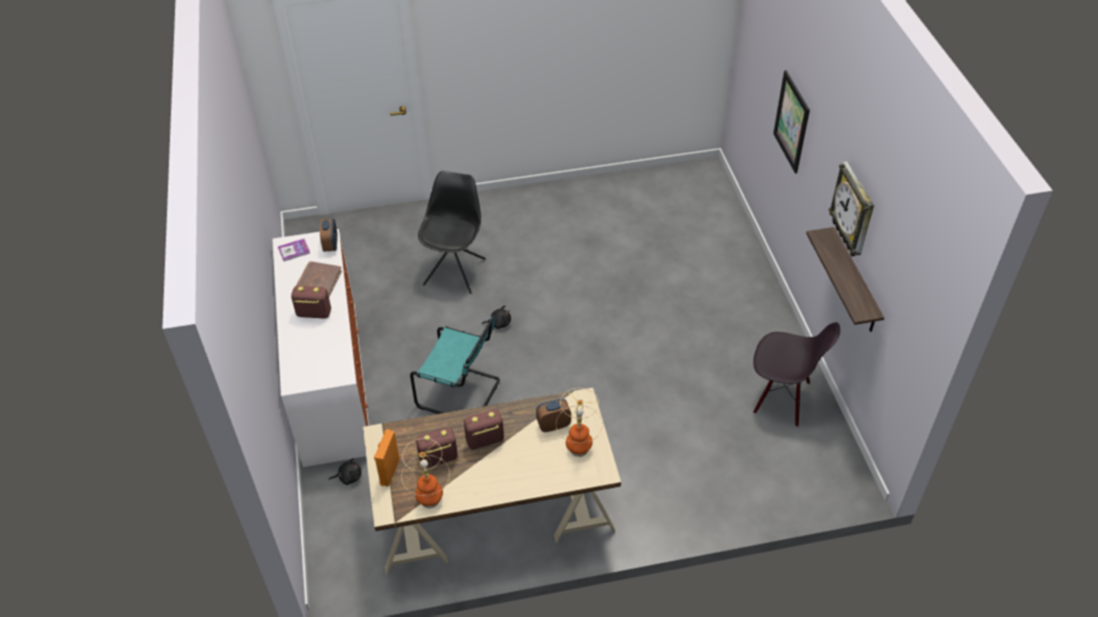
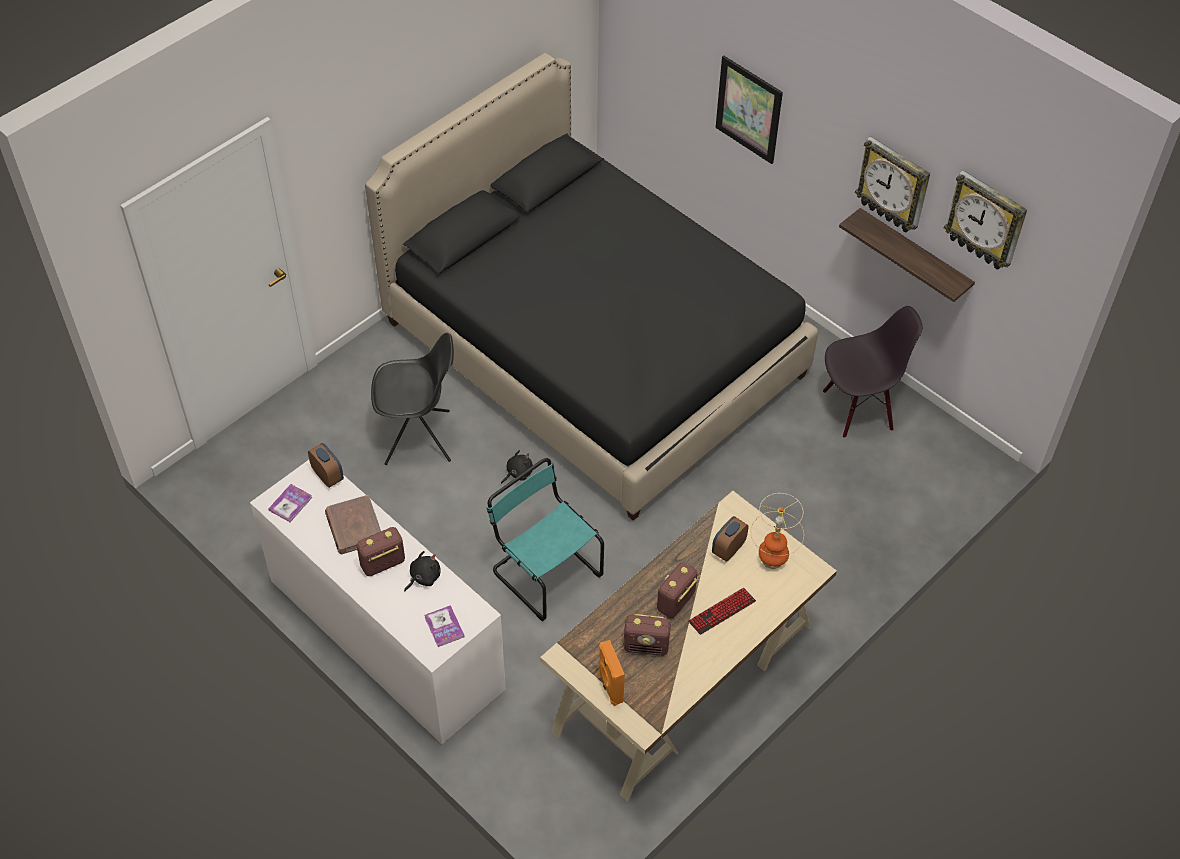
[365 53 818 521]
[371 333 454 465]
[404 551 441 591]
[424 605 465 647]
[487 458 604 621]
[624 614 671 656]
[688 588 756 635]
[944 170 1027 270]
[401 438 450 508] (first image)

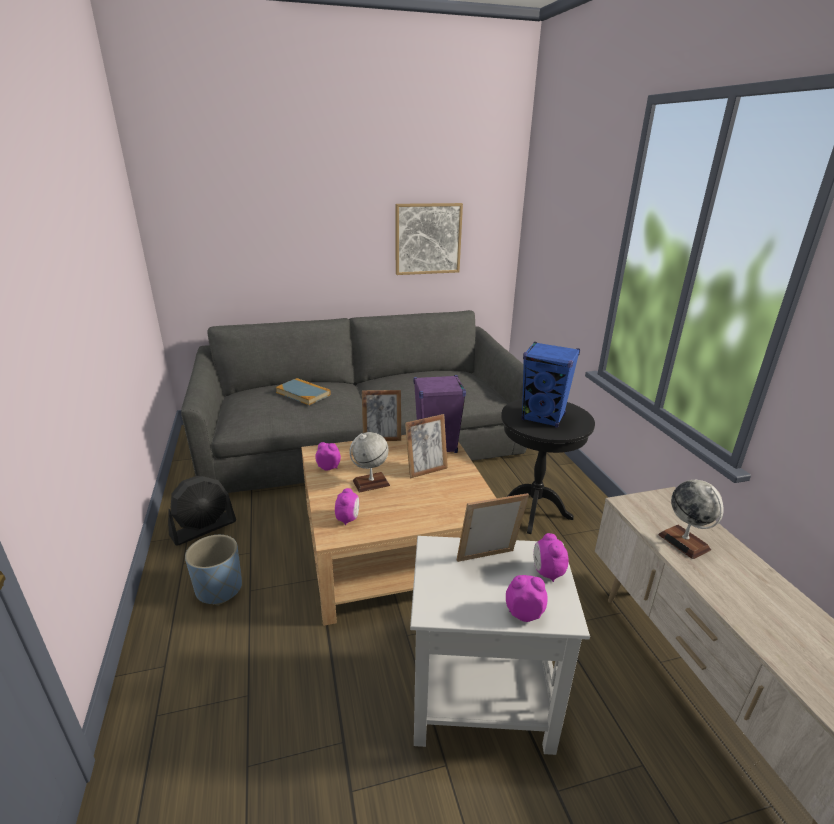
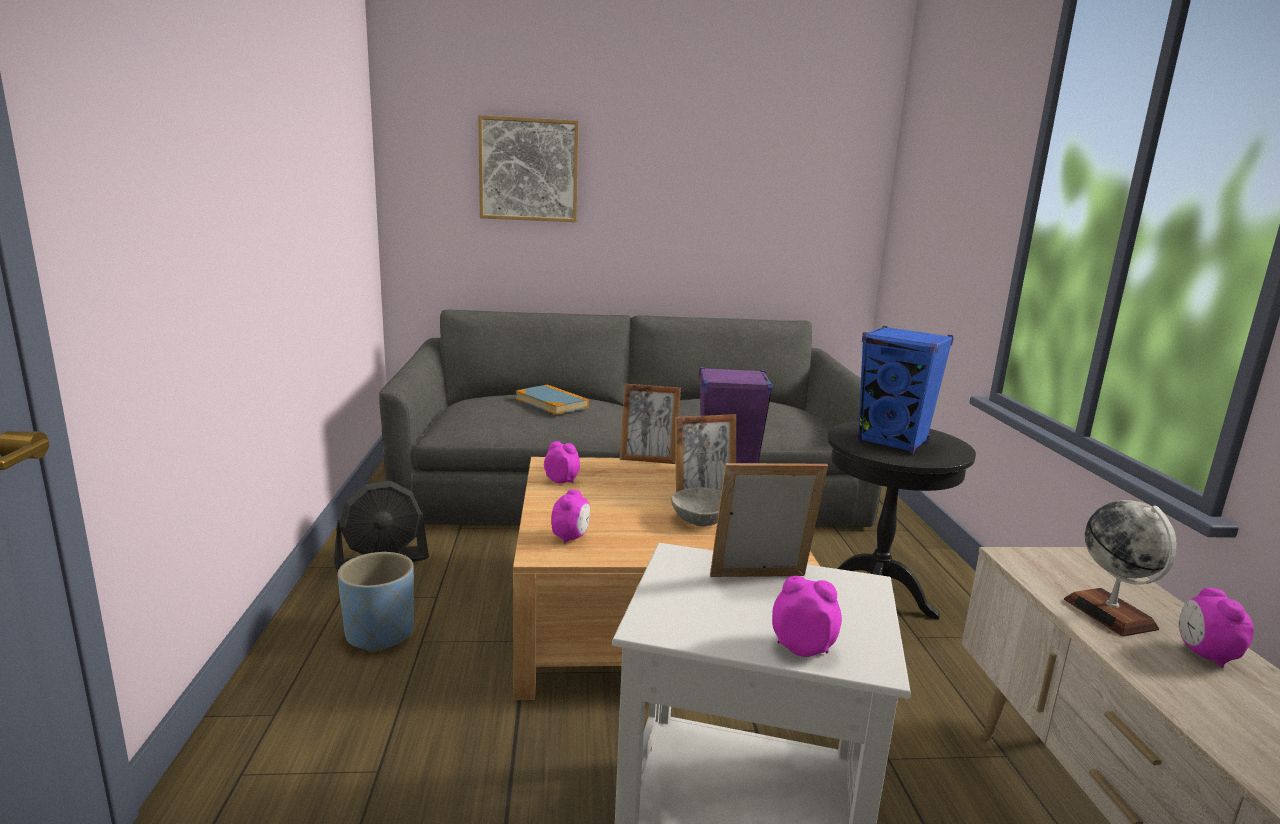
[478 115 579 222]
[671 487 721 527]
[1179 588 1254 668]
[349 432 390 493] (first image)

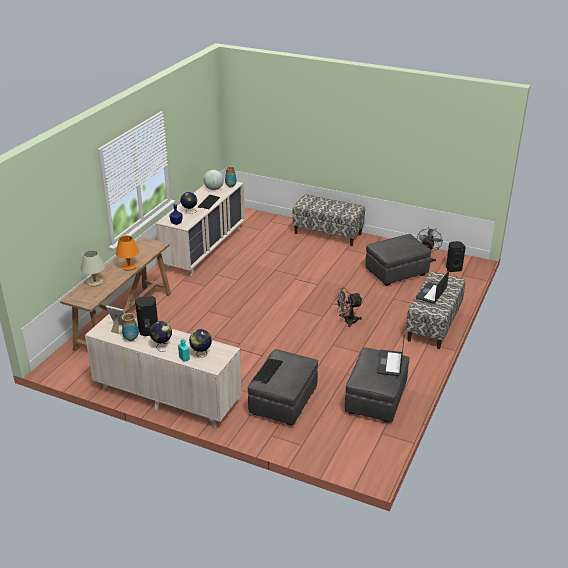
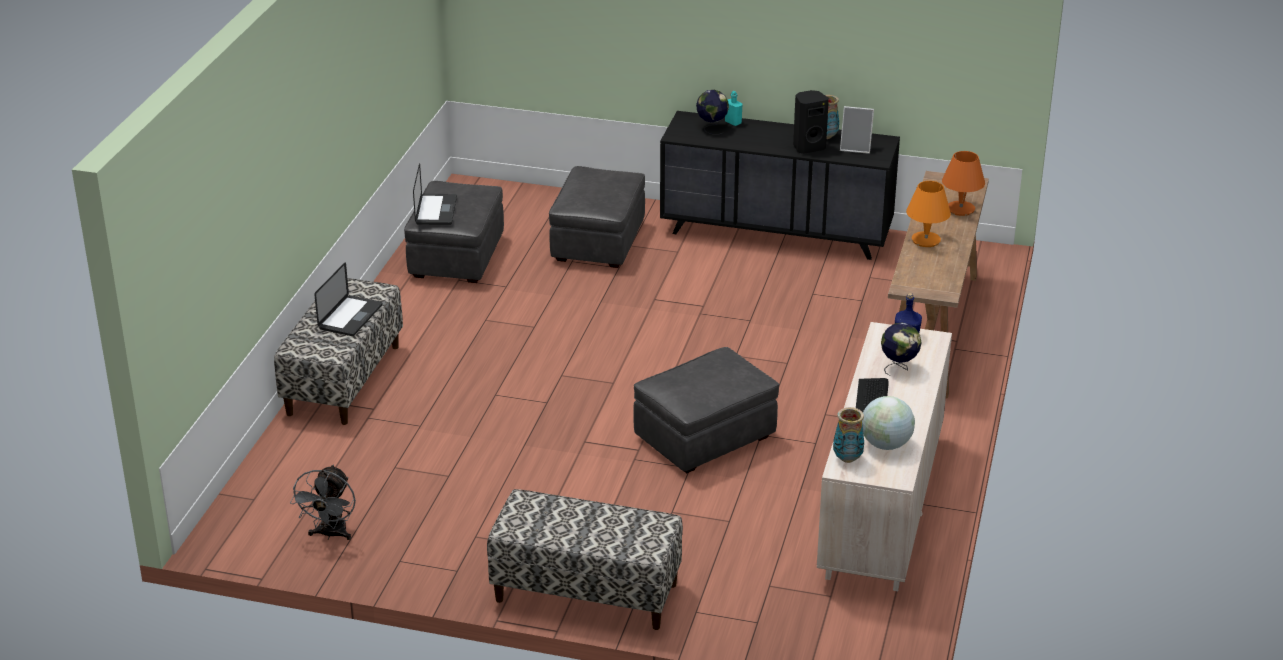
[633 347 779 474]
[660 111 900 260]
[942 151 985 216]
[150 321 172 352] (first image)
[253 359 283 384] (first image)
[334 288 363 327] (first image)
[446 241 466 272] (first image)

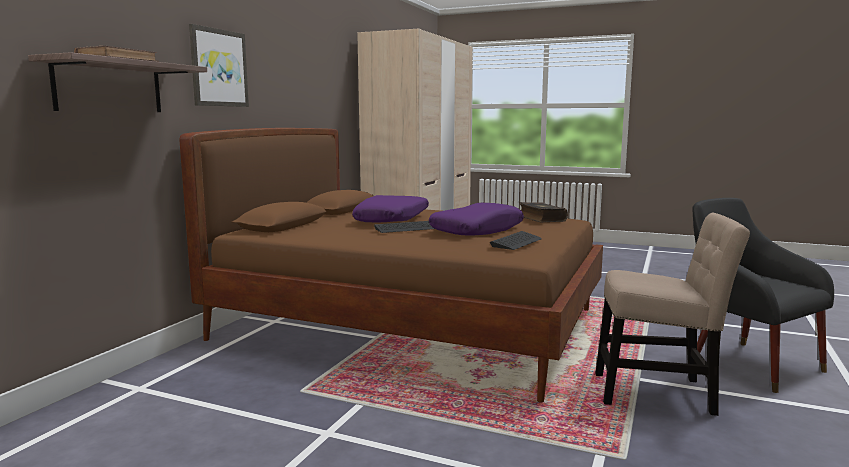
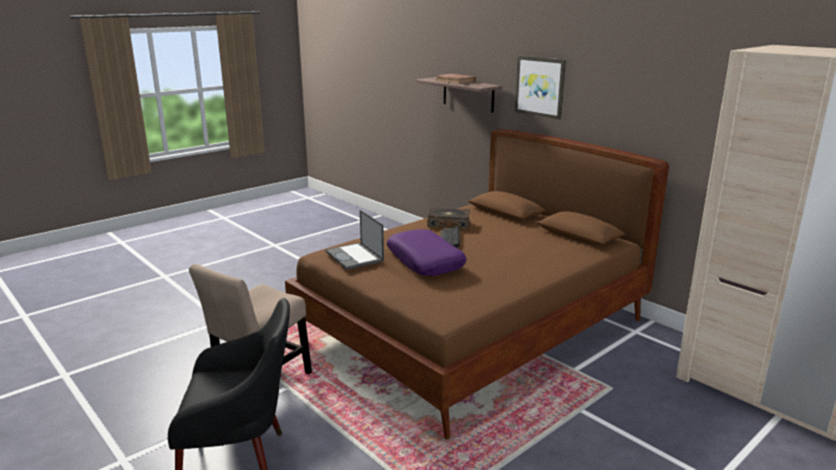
[325 210 384 270]
[428 208 470 229]
[352 195 429 222] (first image)

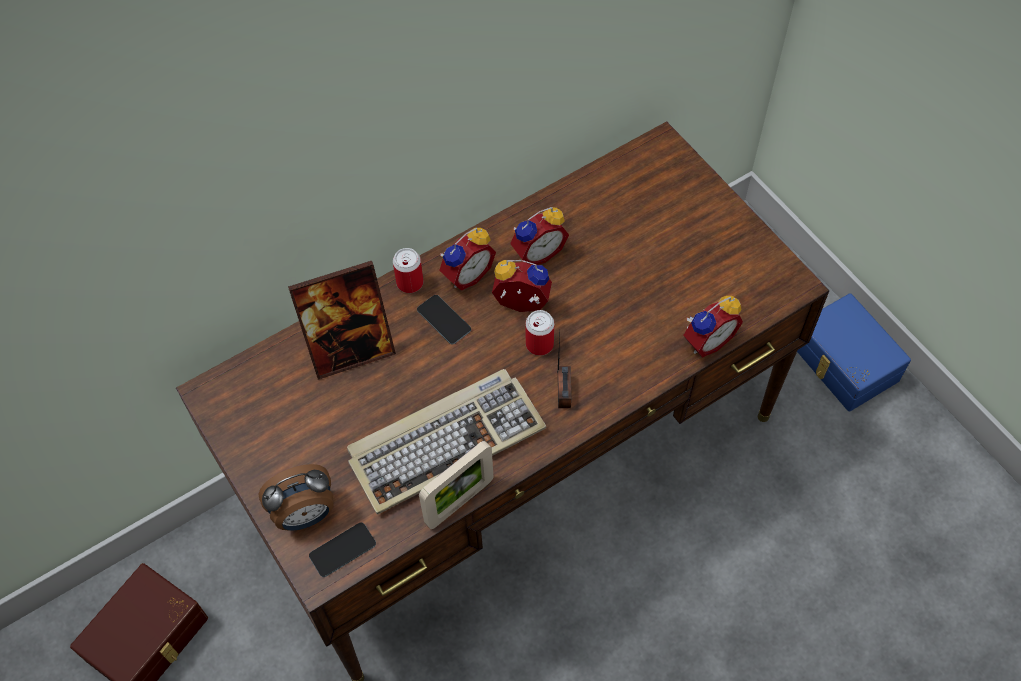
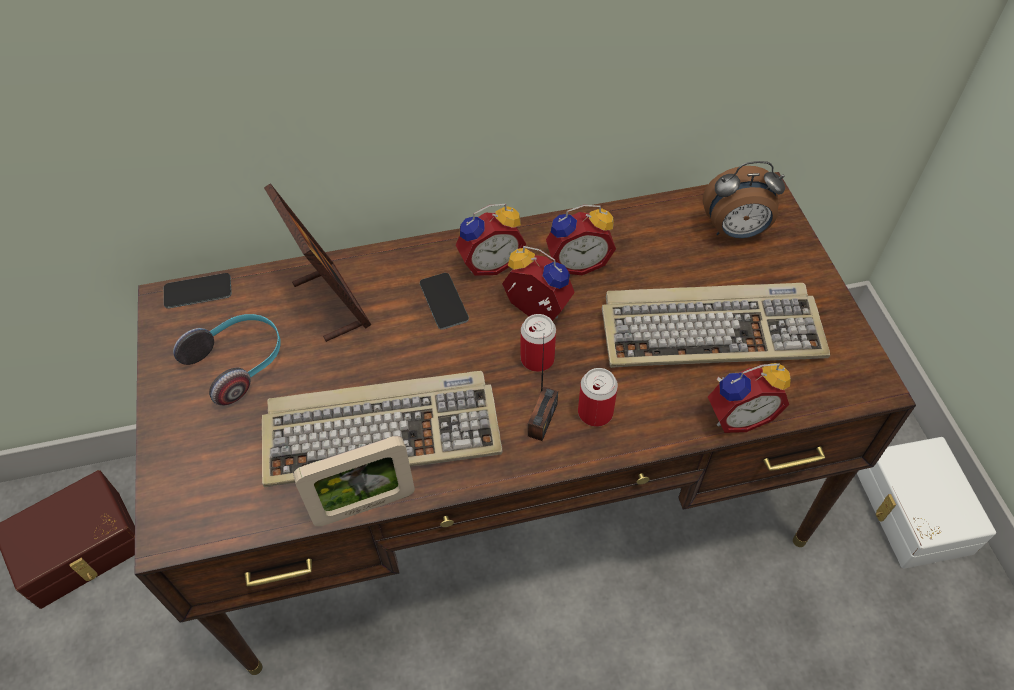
[164 273 232 309]
[173 314 281 406]
[264 183 371 342]
[578 368 618 427]
[602 283 830 368]
[703 161 785 239]
[857 437 996 569]

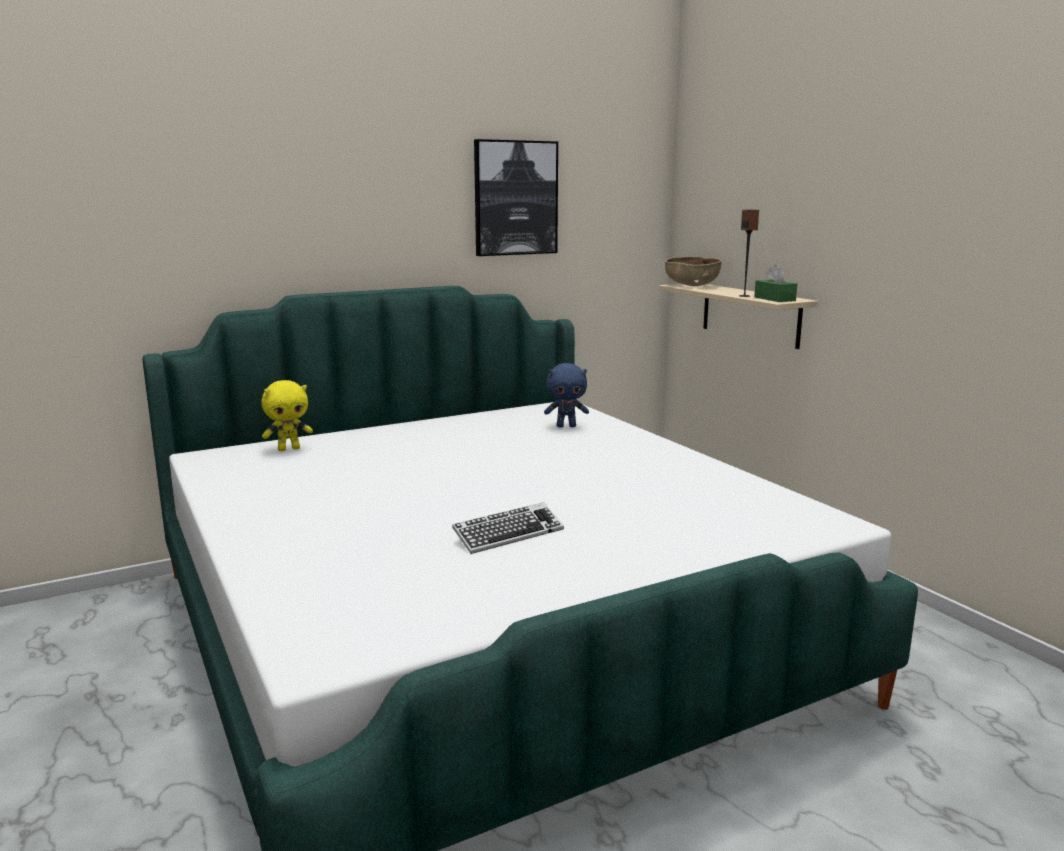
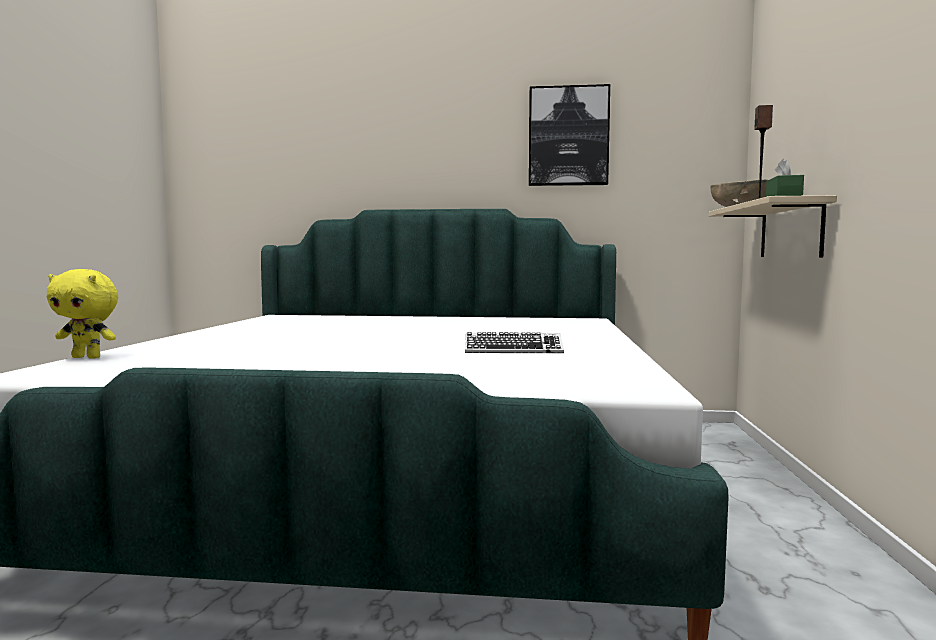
[47 269 118 359]
[465 332 564 353]
[544 363 589 427] (first image)

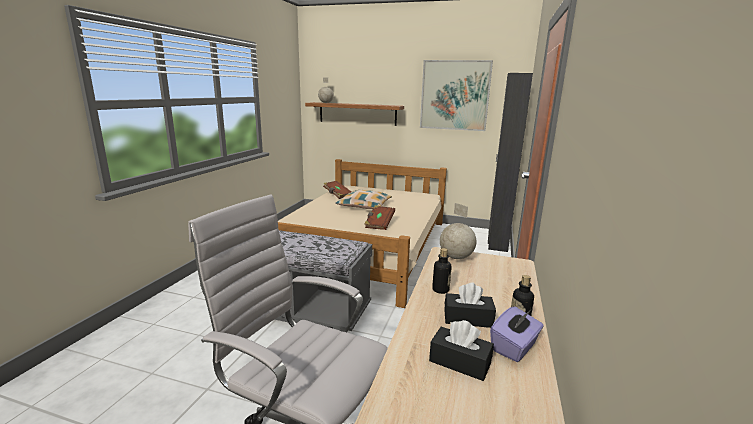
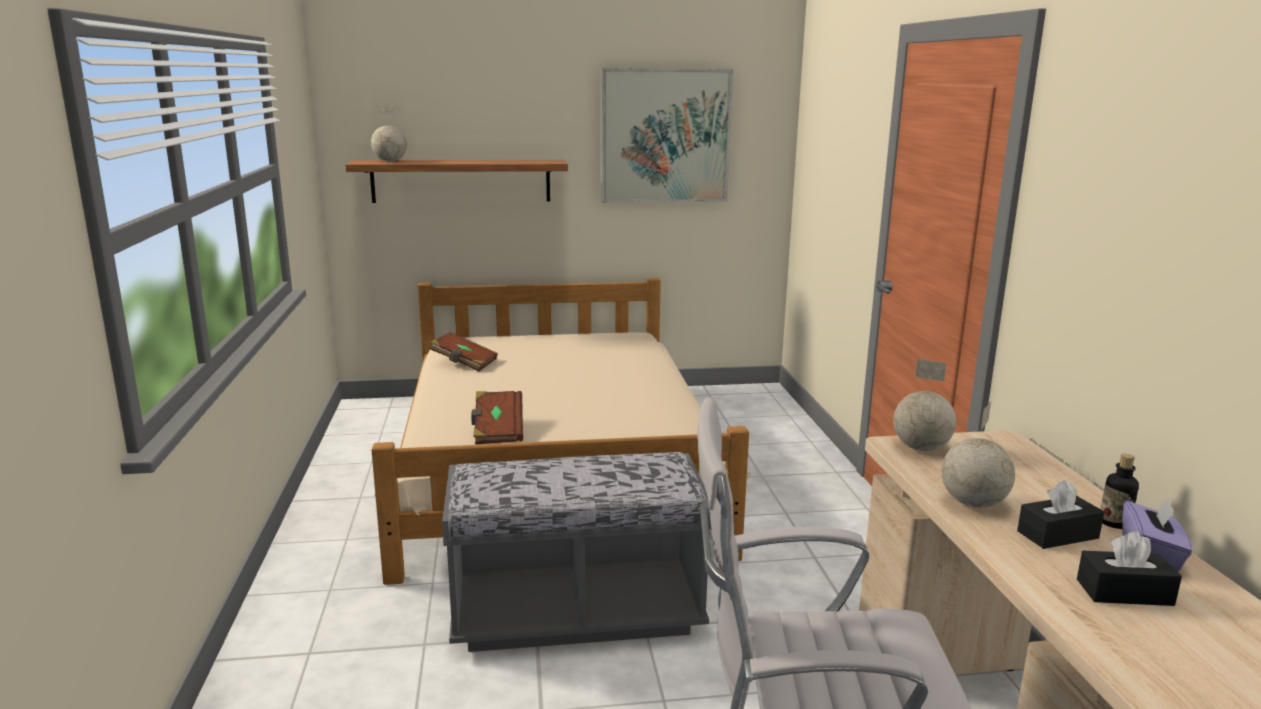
[471 391 523 444]
[941 401 1015 508]
[335 190 392 209] (first image)
[488 73 533 252] (first image)

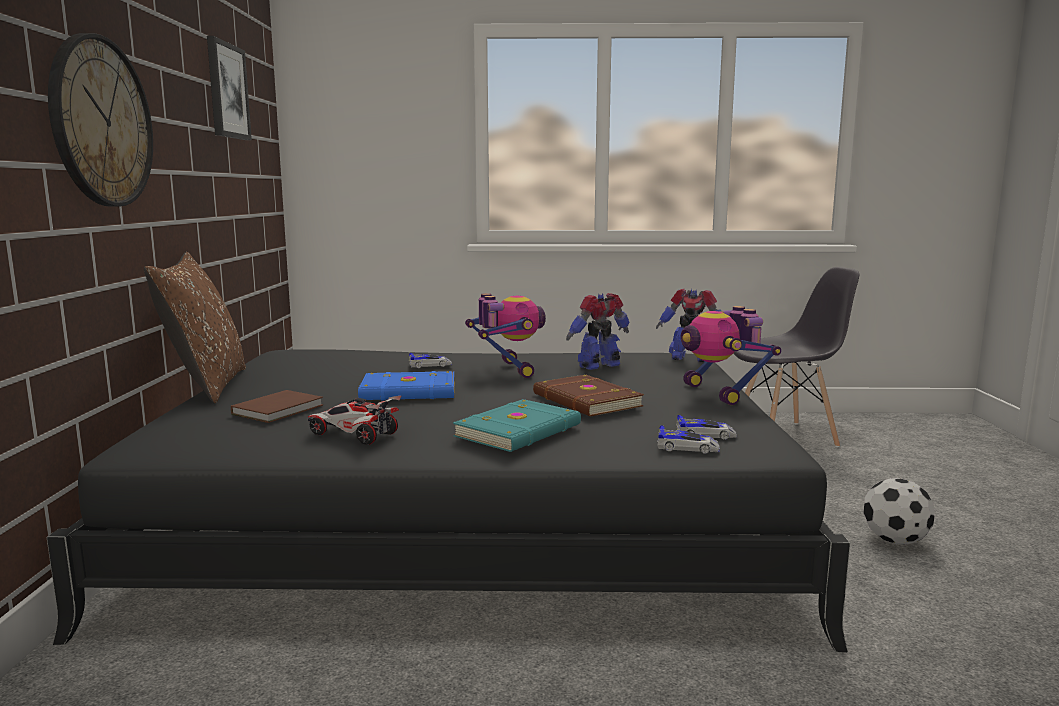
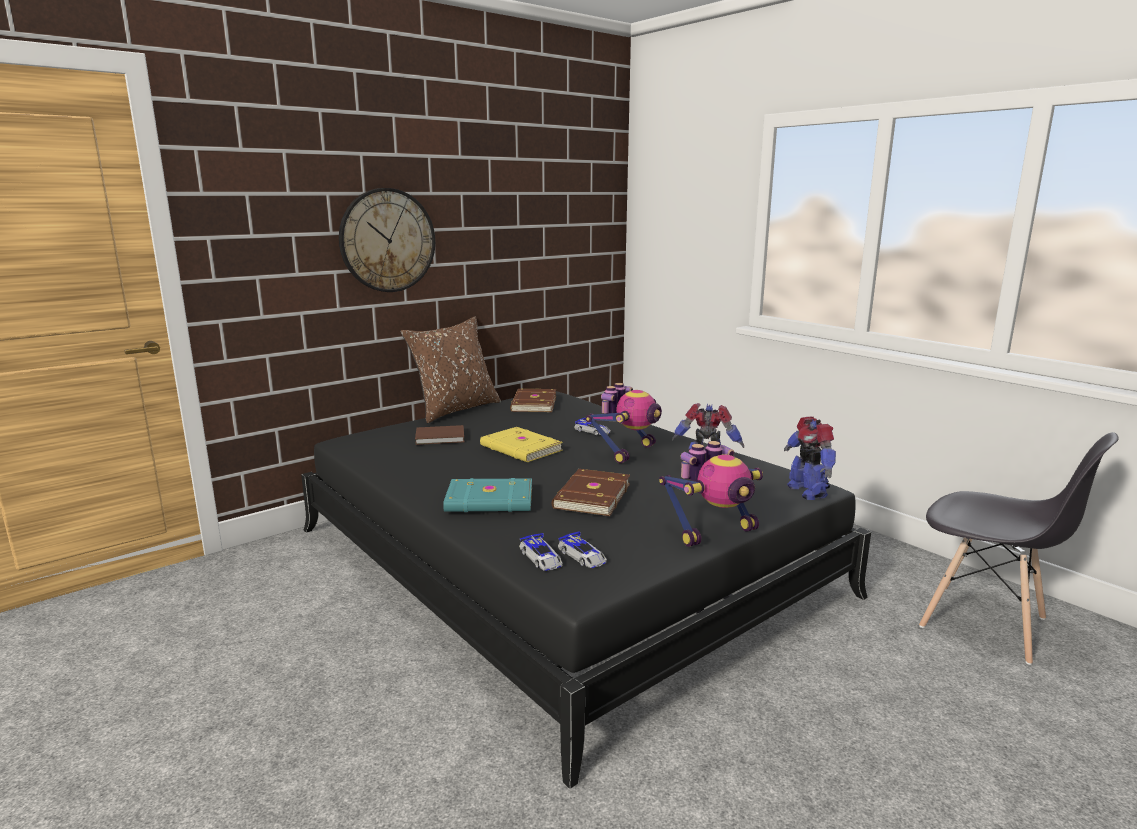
[480 427 563 462]
[510 389 556 412]
[659 441 763 547]
[207 36 252 140] (first image)
[308 396 401 445] (first image)
[863 478 935 544] (first image)

